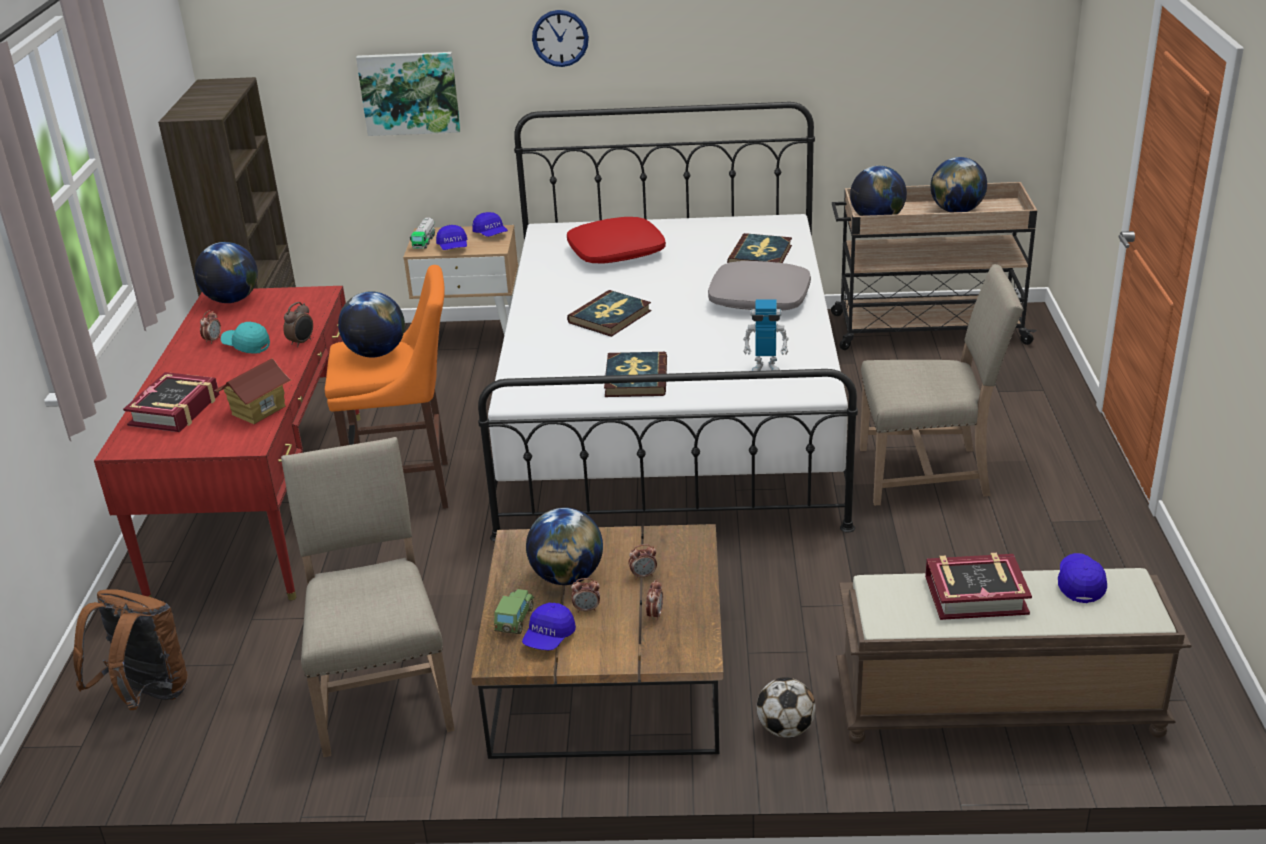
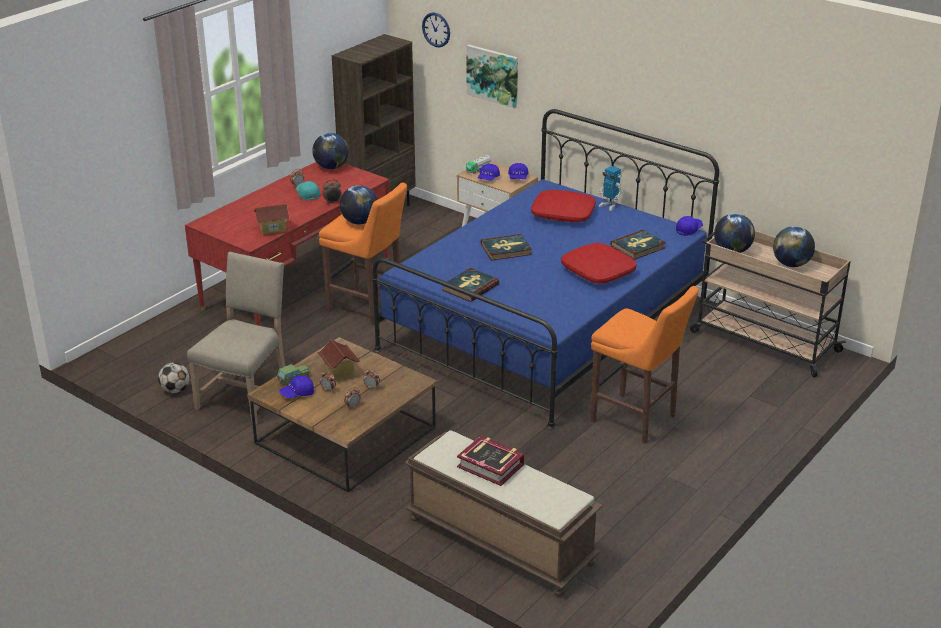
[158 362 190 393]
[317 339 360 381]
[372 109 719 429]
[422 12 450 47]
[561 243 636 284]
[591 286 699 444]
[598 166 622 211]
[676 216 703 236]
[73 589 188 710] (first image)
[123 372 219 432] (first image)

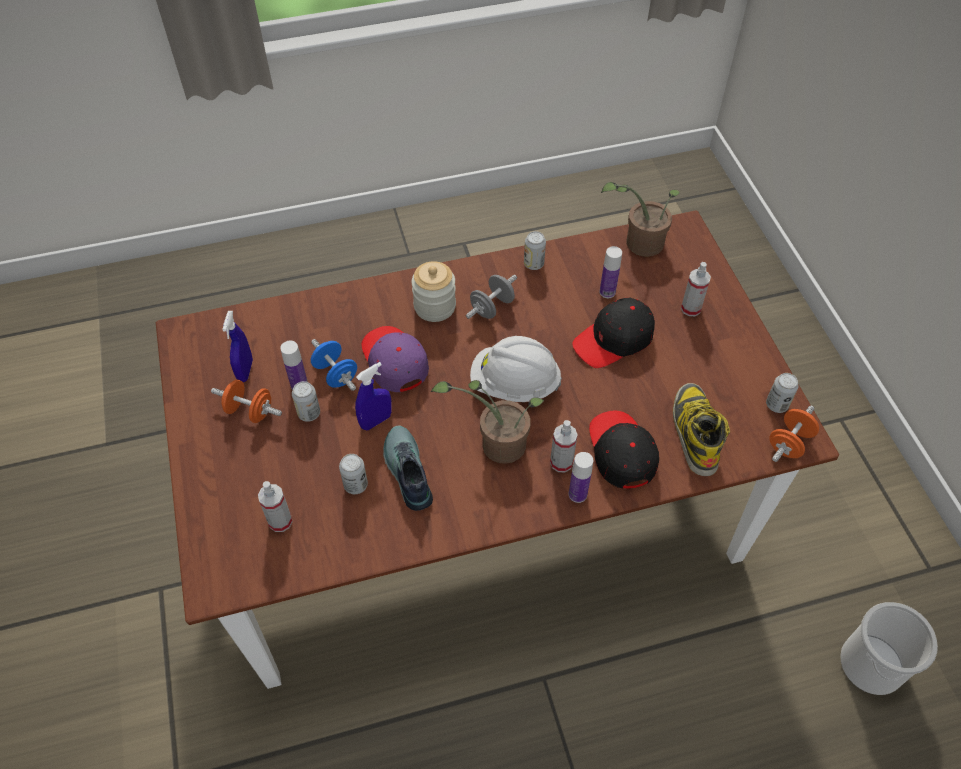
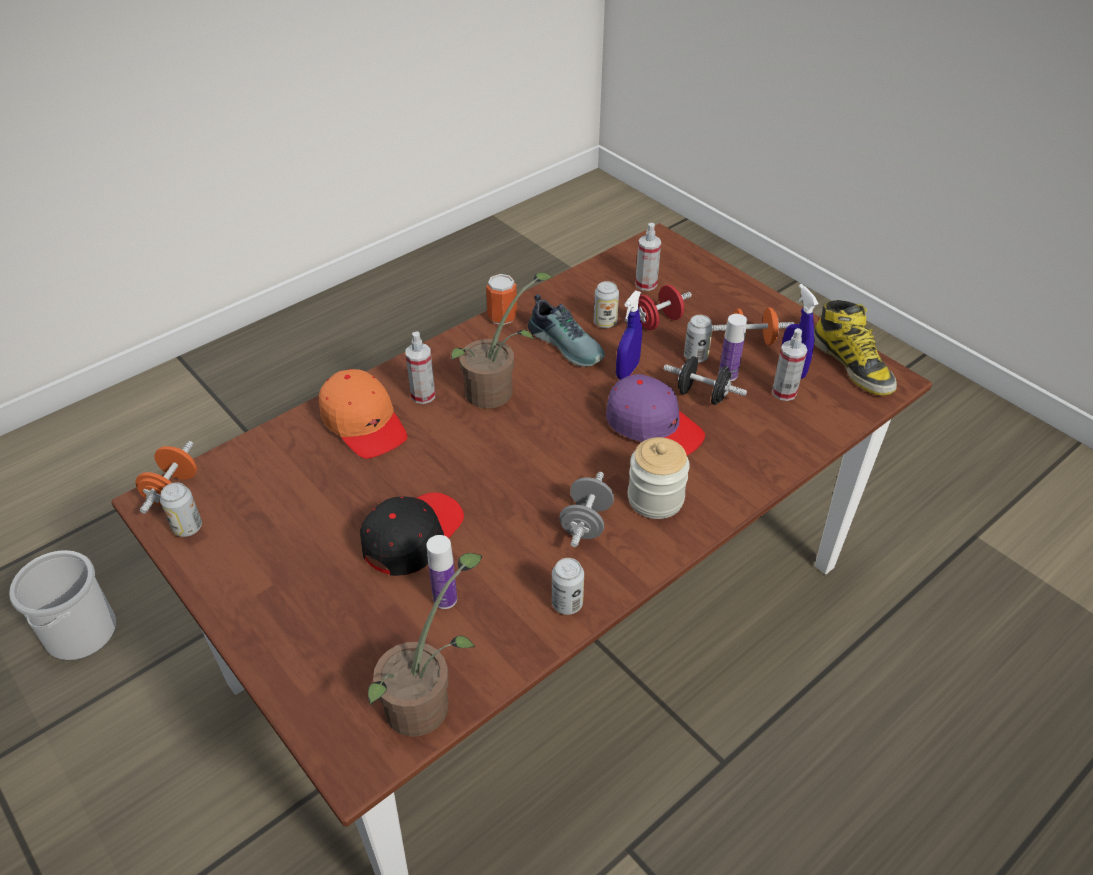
[319 369 408 459]
[486 274 517 325]
[625 285 692 330]
[664 356 747 405]
[772 328 807 401]
[814 300 897 396]
[470 336 562 402] (first image)
[569 452 593 503] (first image)

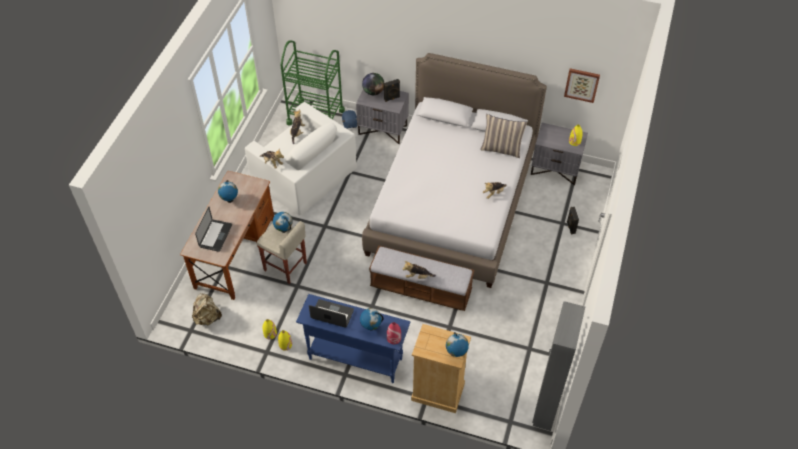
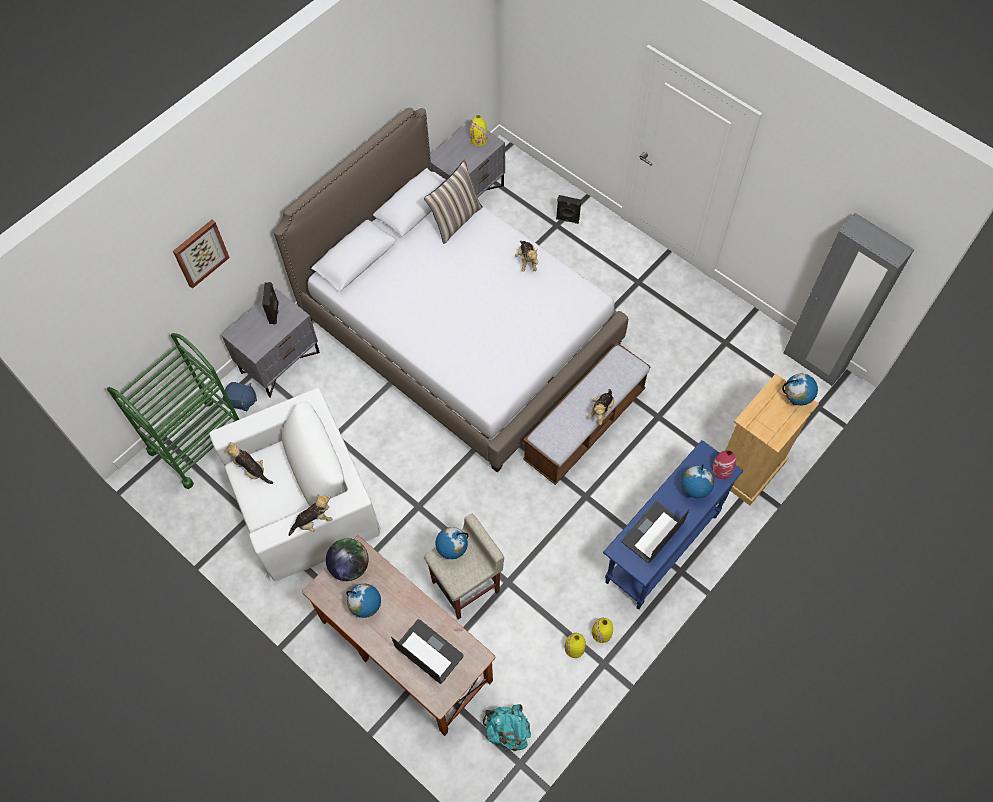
[173 220 230 289]
[326 538 369 581]
[482 704 531 753]

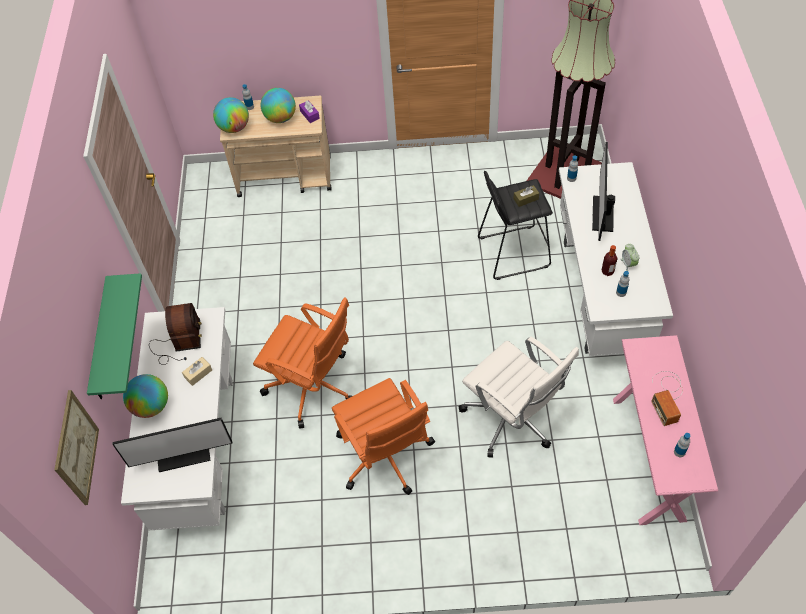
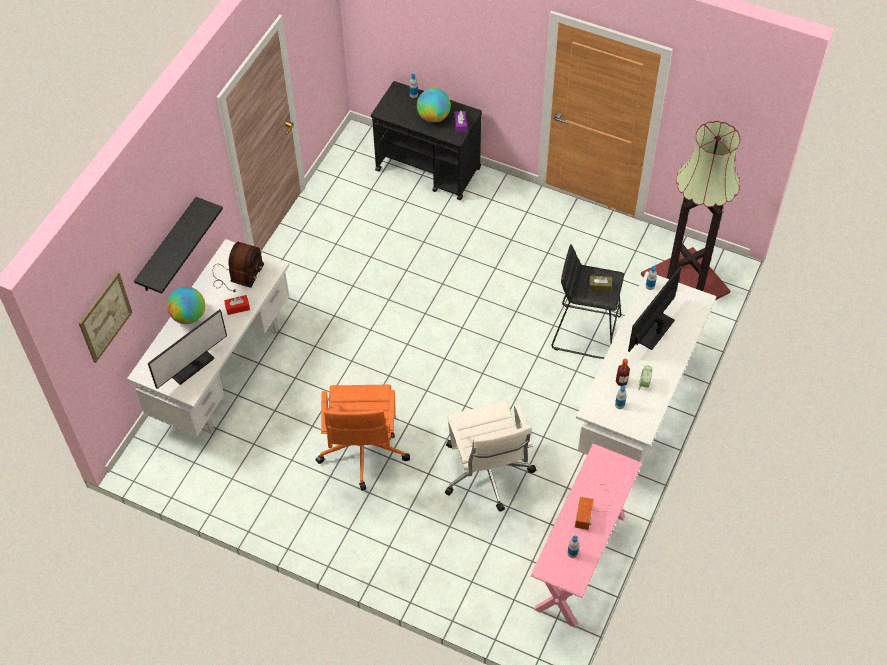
[134 197 223 294]
[148 309 227 389]
[224 295 250 315]
[371 81 482 201]
[213 97 249 133] (first image)
[253 298 352 429] (first image)

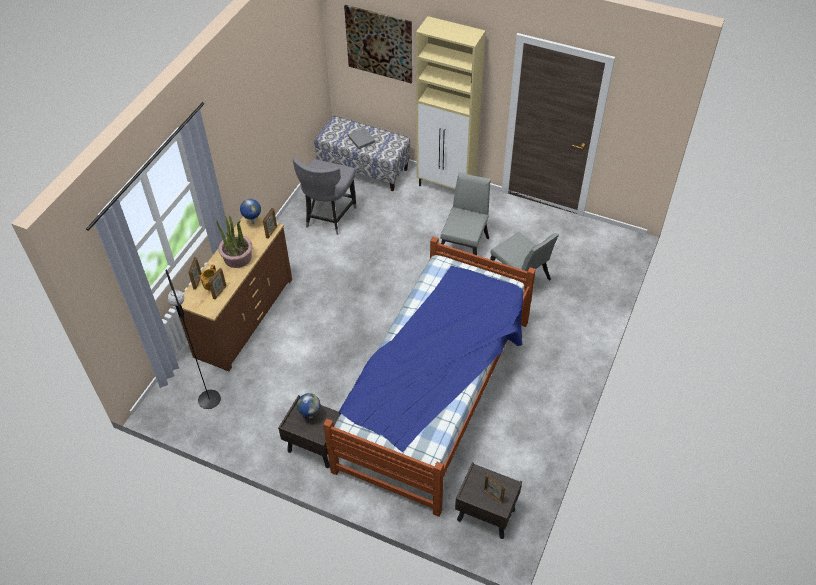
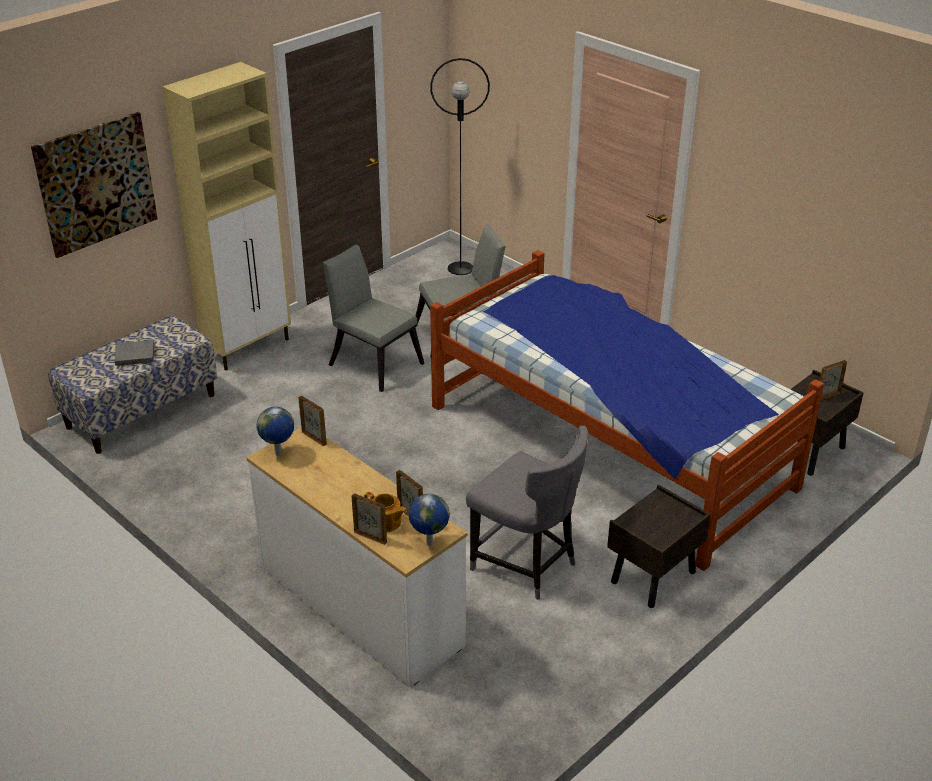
[246 427 467 687]
[409 494 450 546]
[430 58 490 275]
[466 426 588 600]
[216 215 252 268] (first image)

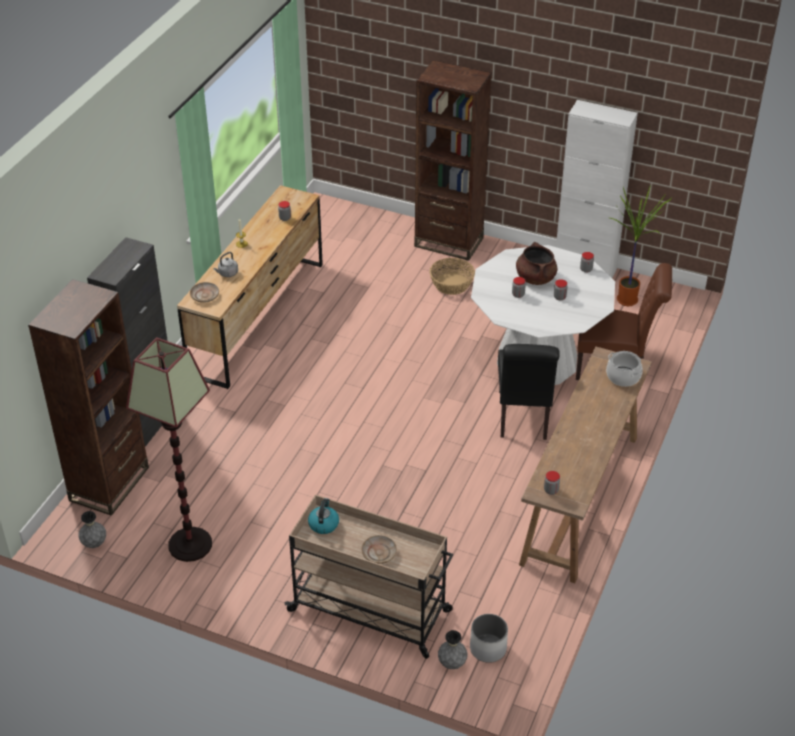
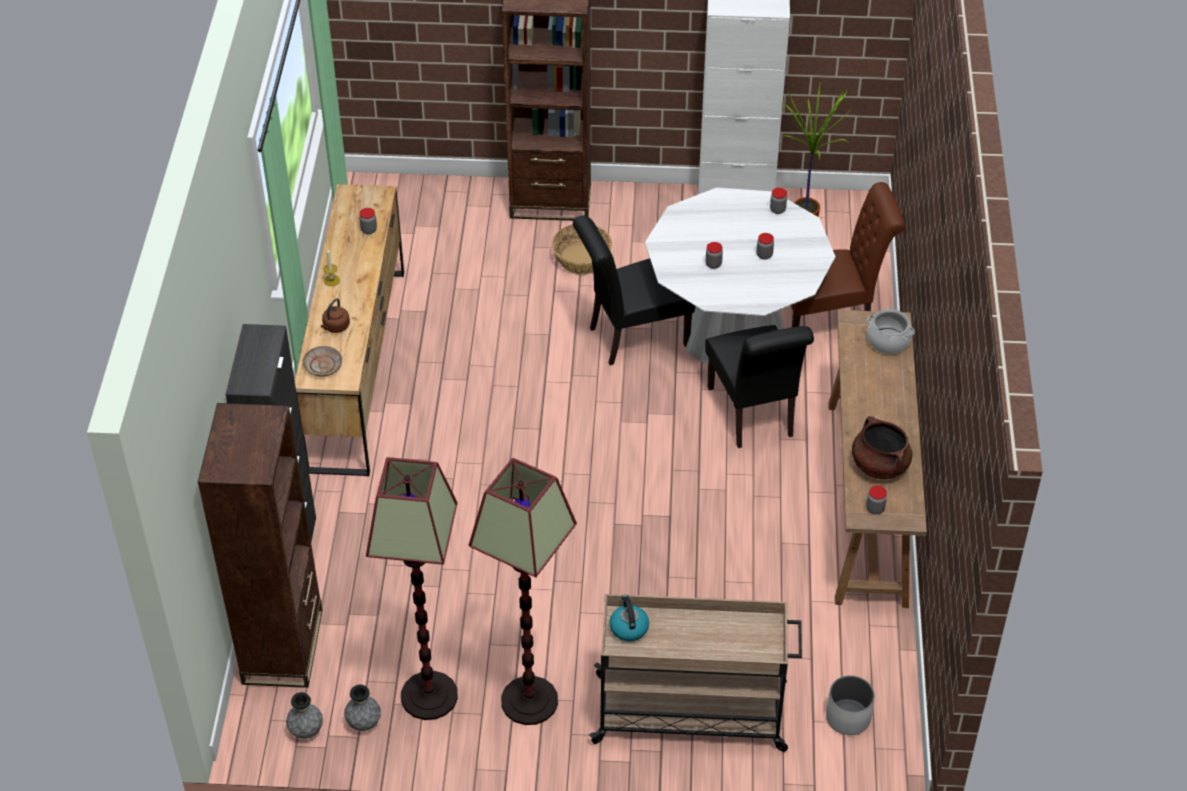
[321 298 350 333]
[344 685 381 731]
[469 458 577 725]
[573 215 695 365]
[852 416 912 479]
[362 535 397 564] (first image)

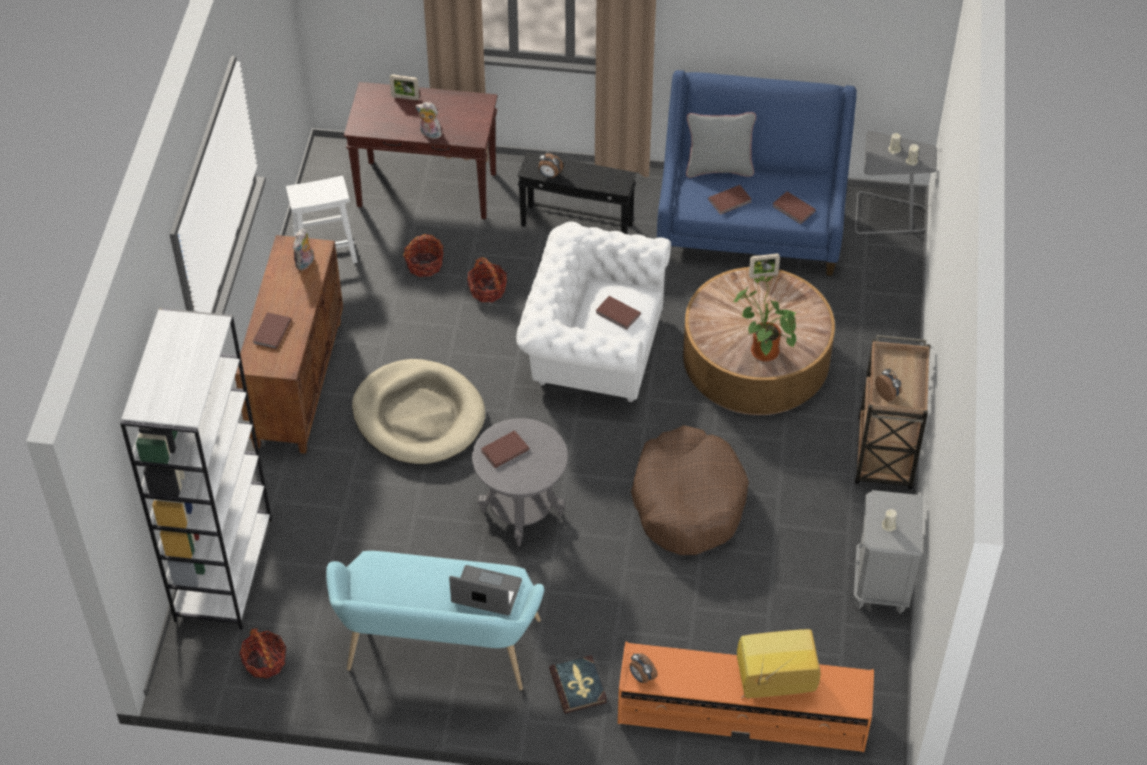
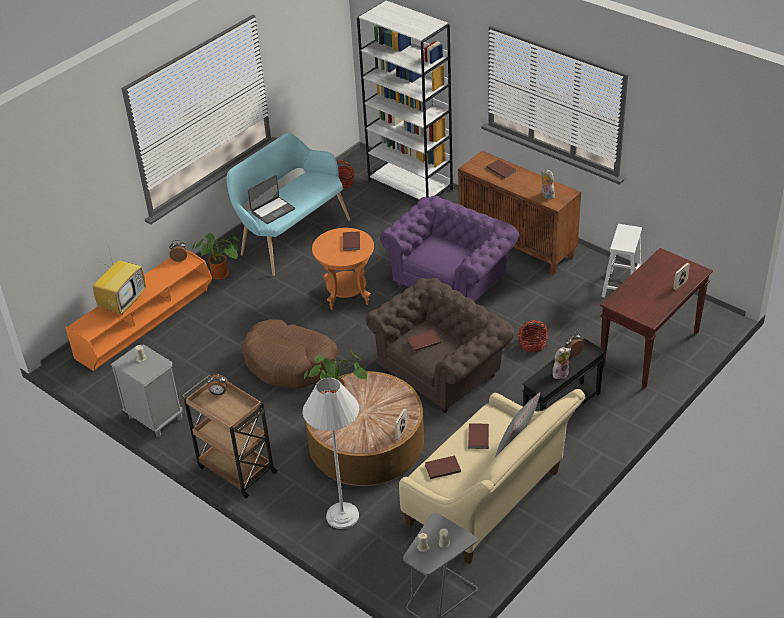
[192 233 240 280]
[303 377 359 529]
[312 228 374 310]
[366 278 515 413]
[380 196 520 302]
[399 389 585 564]
[552 347 571 379]
[403 234 444 277] (first image)

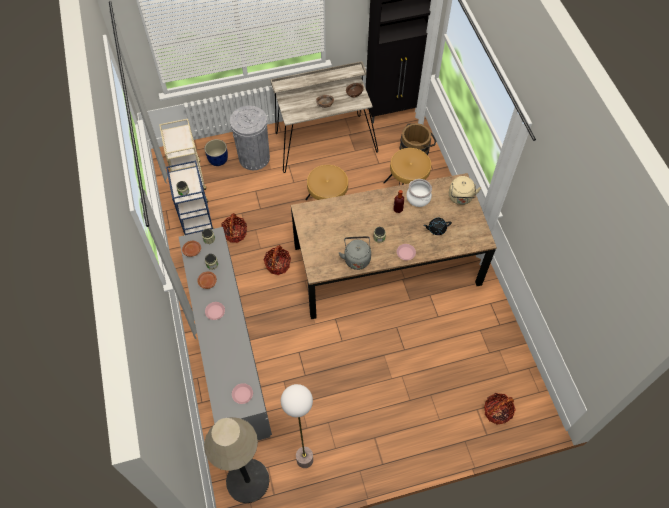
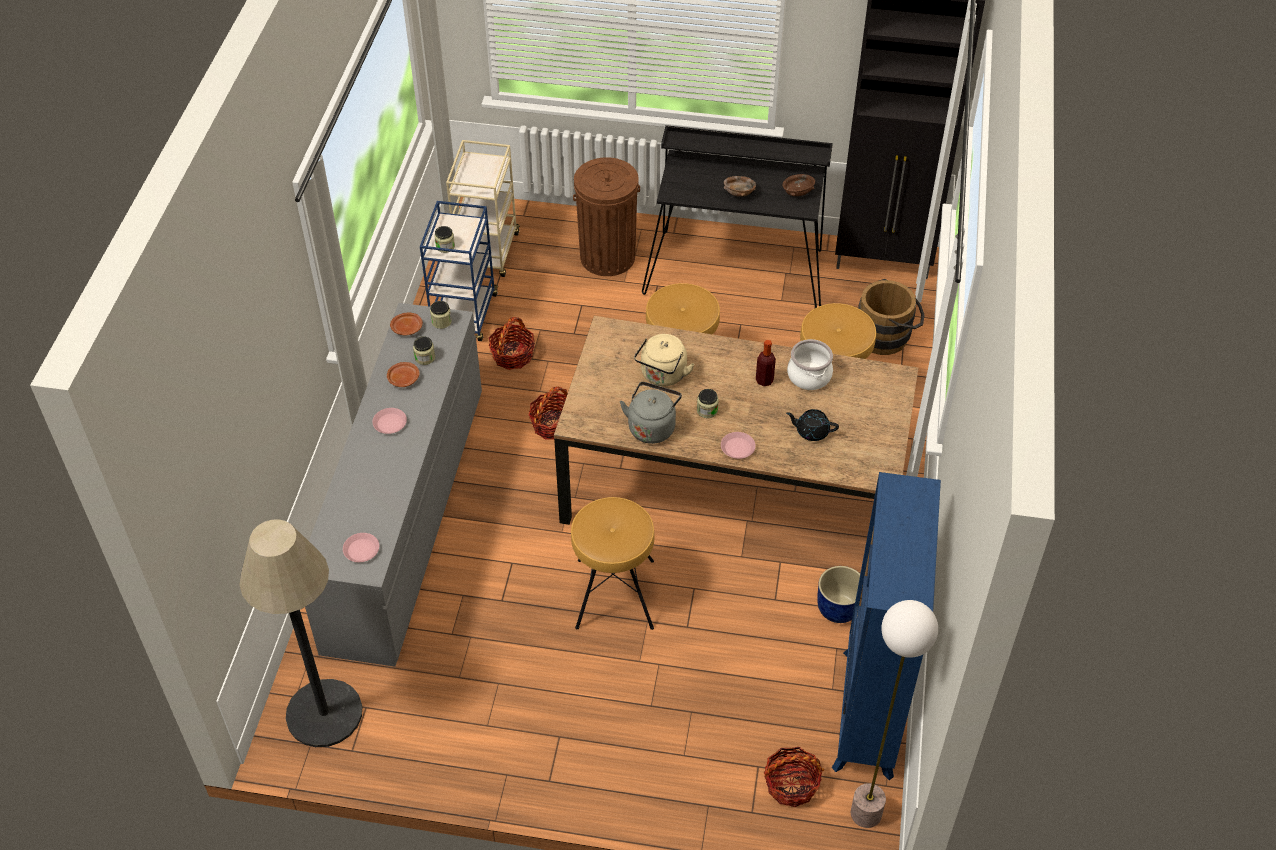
[571 497 655 630]
[573 157 640 276]
[634 334 695 386]
[642 125 833 308]
[817 566 860 623]
[832 472 941 780]
[851 600 938 828]

